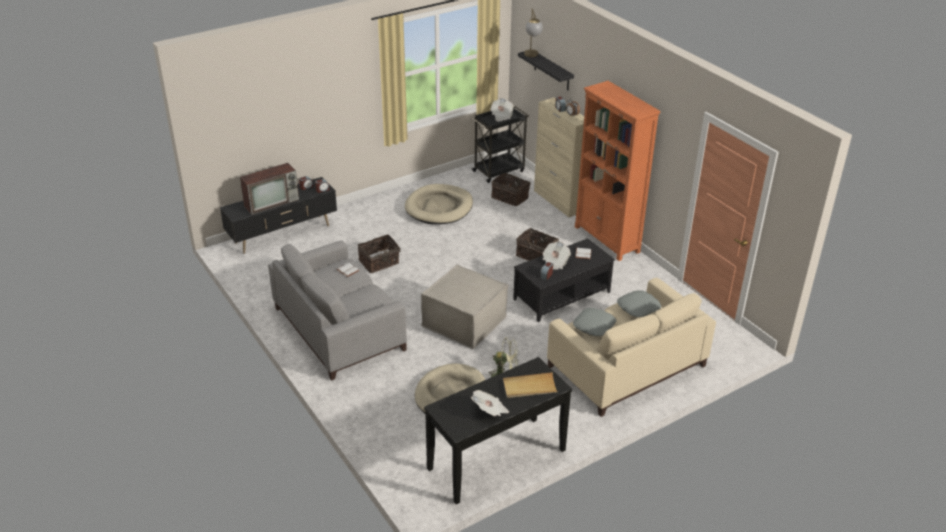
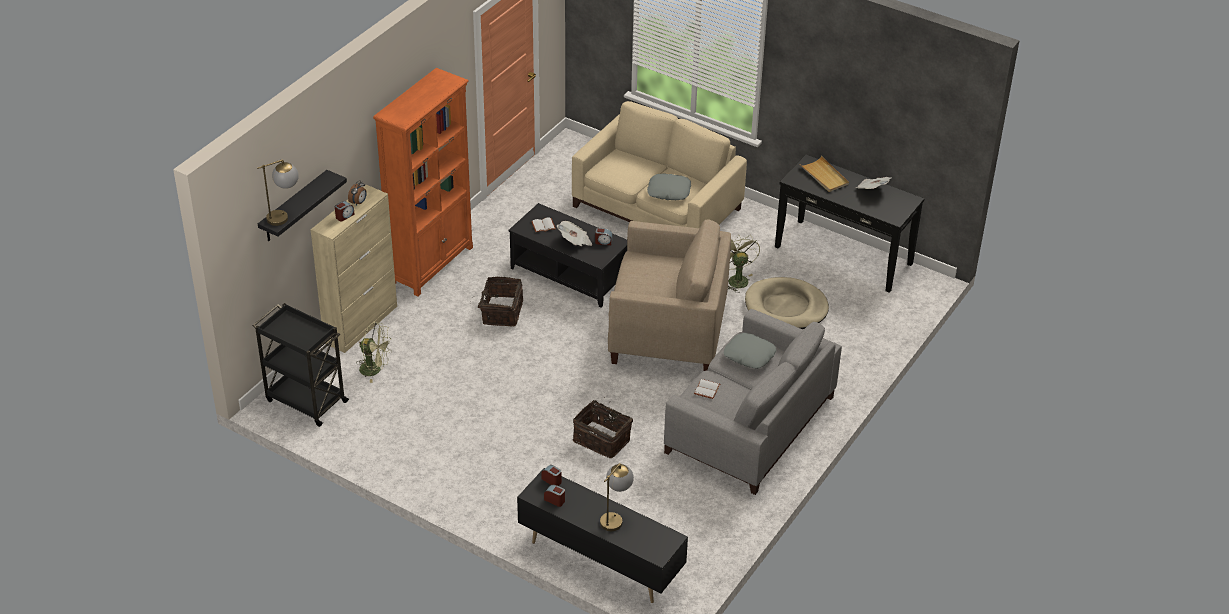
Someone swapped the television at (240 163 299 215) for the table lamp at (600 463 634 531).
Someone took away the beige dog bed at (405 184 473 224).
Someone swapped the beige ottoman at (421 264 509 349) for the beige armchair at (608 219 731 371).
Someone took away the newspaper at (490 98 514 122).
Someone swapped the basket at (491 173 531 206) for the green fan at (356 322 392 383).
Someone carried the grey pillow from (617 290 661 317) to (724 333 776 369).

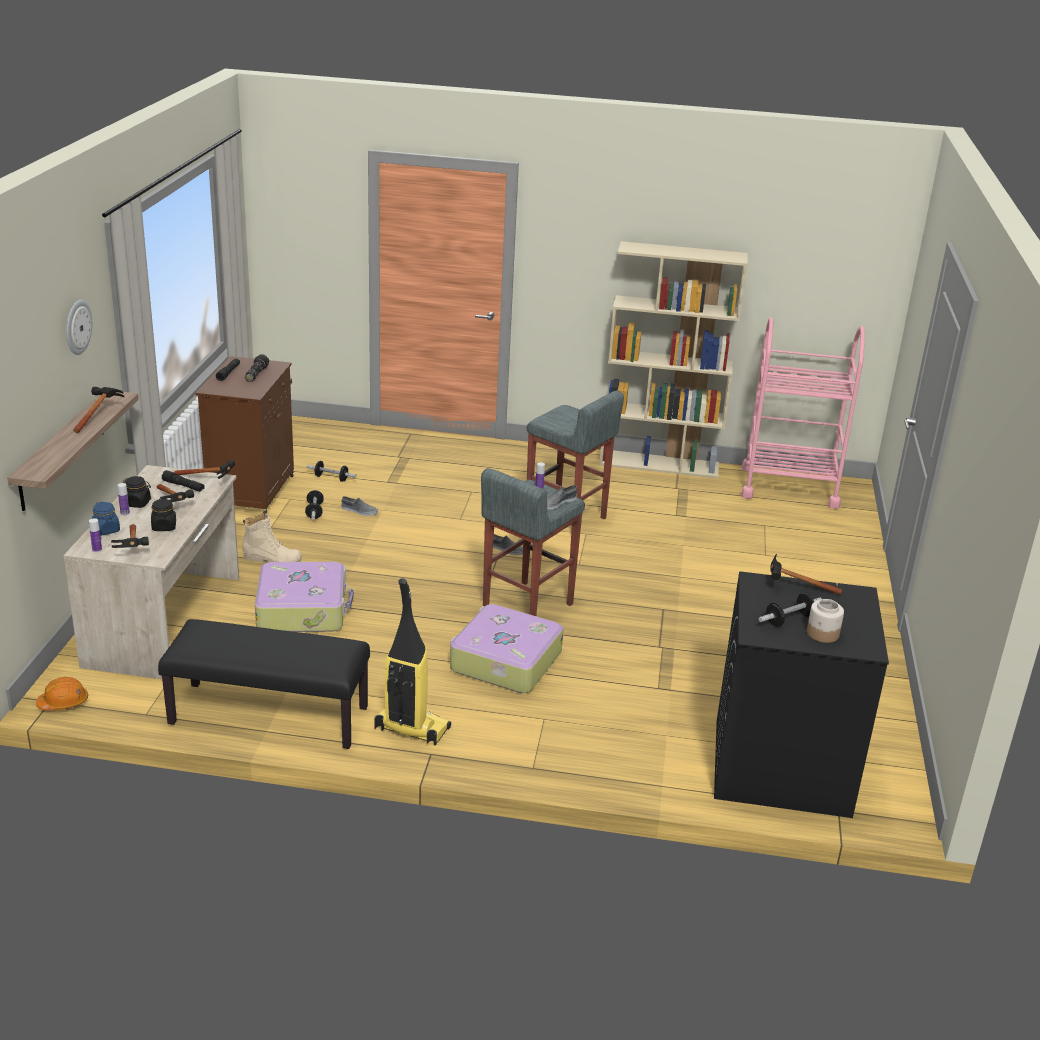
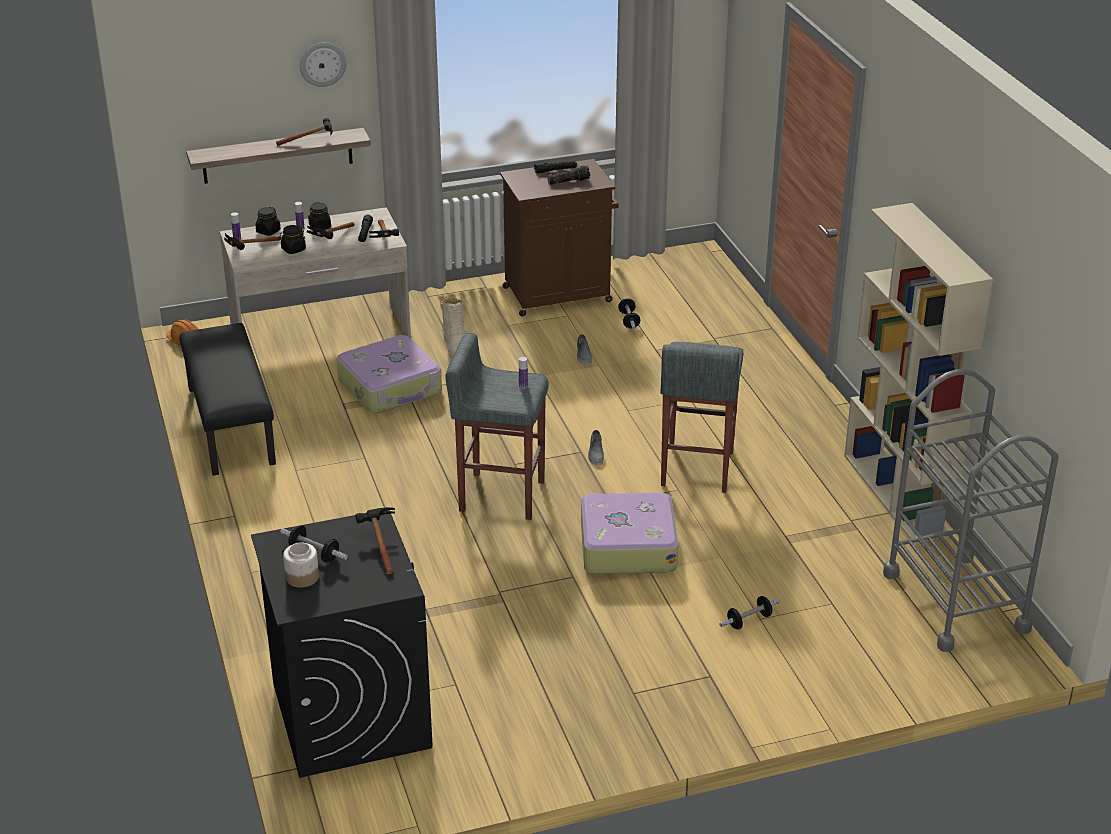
Someone repainted the blue jar at (91 502 120 536), which became the black jar at (255 207 281 236).
Someone carried the dumbbell from (305 490 324 520) to (719 596 780 630).
Someone took away the vacuum cleaner at (374 578 451 746).
Someone carried the suitcase from (450 604 563 693) to (581 492 678 574).
Someone took away the grey shoe at (547 485 577 510).
Someone repainted the pink cart at (741 317 865 509), which became the grey cart at (883 369 1059 652).

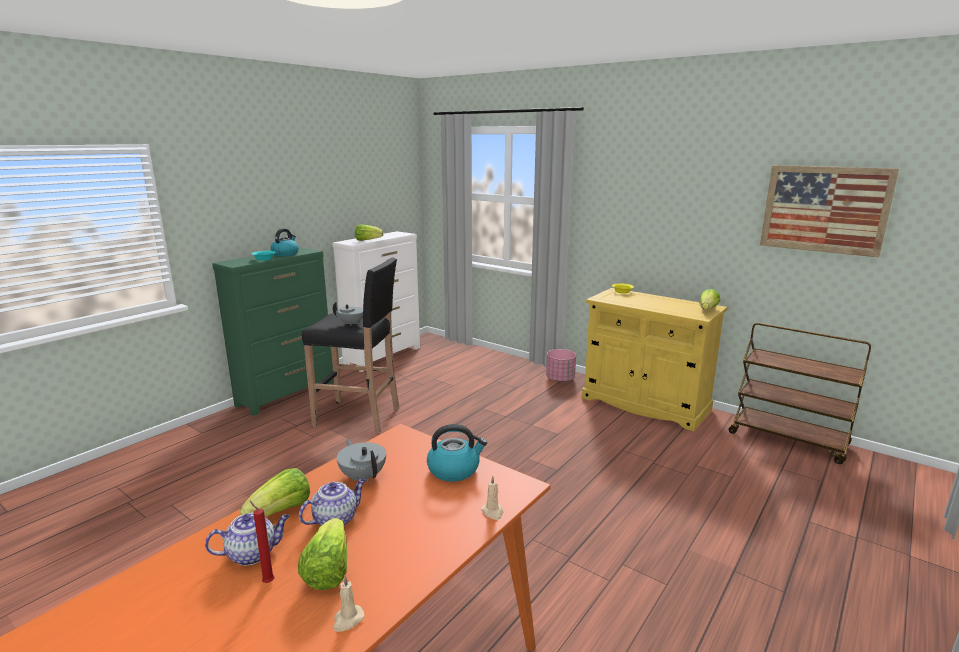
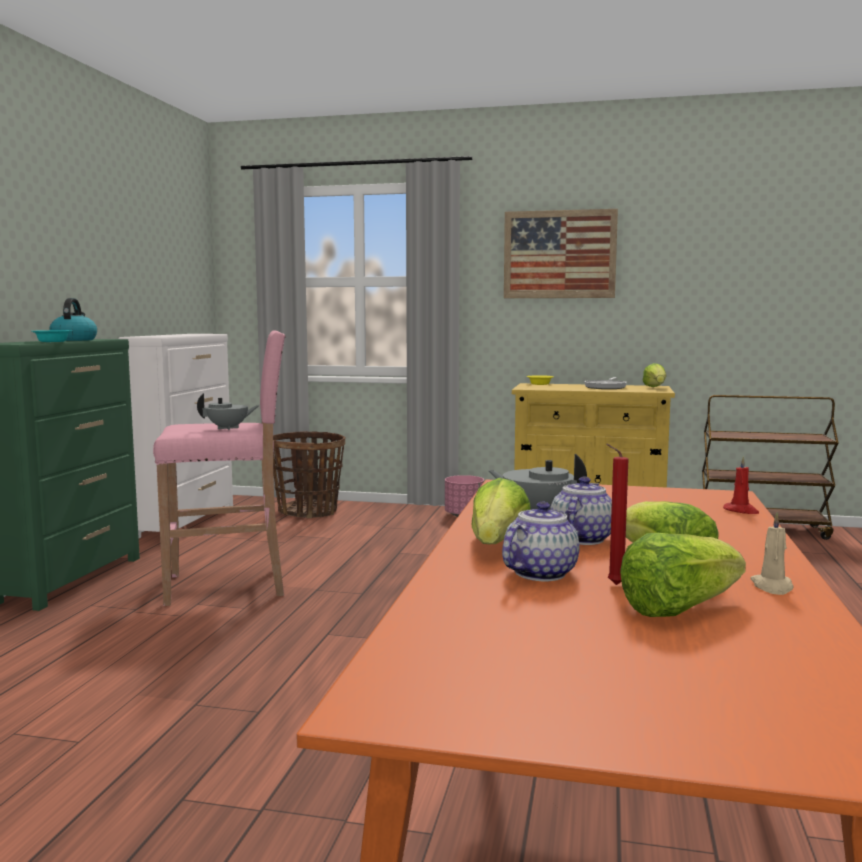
Someone repainted the black stool at (302 257 399 433), which became the pink stool at (153 331 286 606).
Someone carried the lettuce from (355 224 383 241) to (620 533 746 617).
Someone took away the kettle at (427 424 487 482).
Someone repainted the beige candle at (481 476 503 520), which became the red candle at (723 456 759 514).
Someone carried the picture from (760 165 899 258) to (504 209 618 298).
Someone put down the basket at (273 431 345 518).
Someone put down the frying pan at (584 377 627 389).

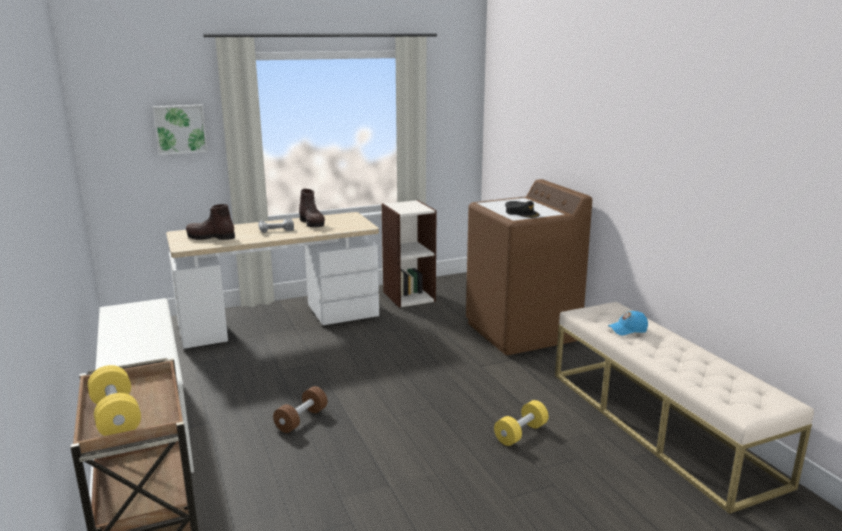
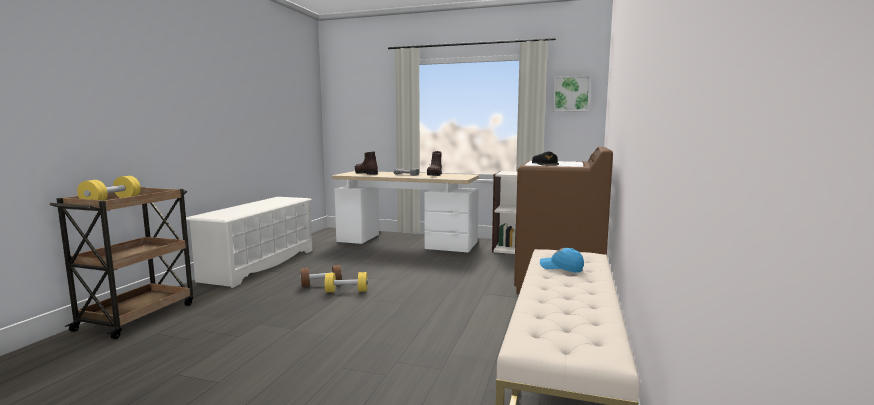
Someone carried the picture from (152 104 208 155) to (553 76 590 111).
Someone carried the yellow dumbbell from (494 400 549 446) to (325 272 368 293).

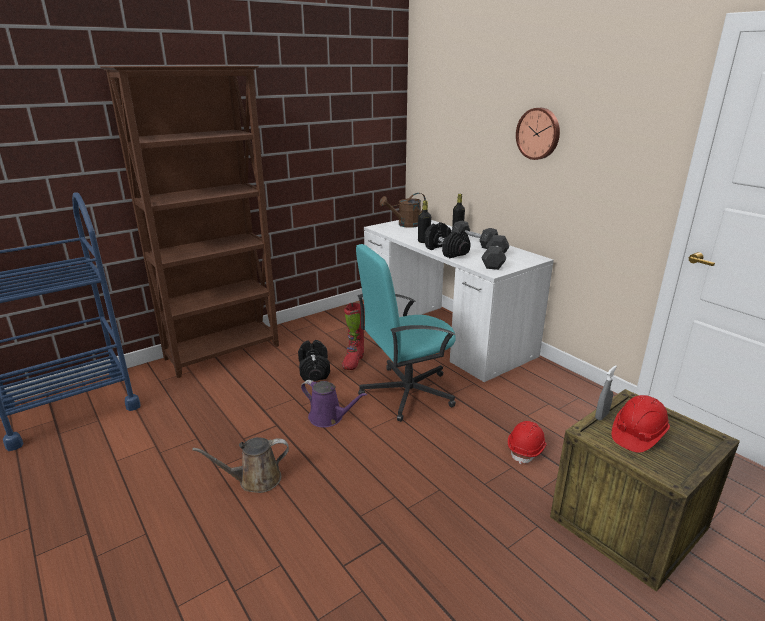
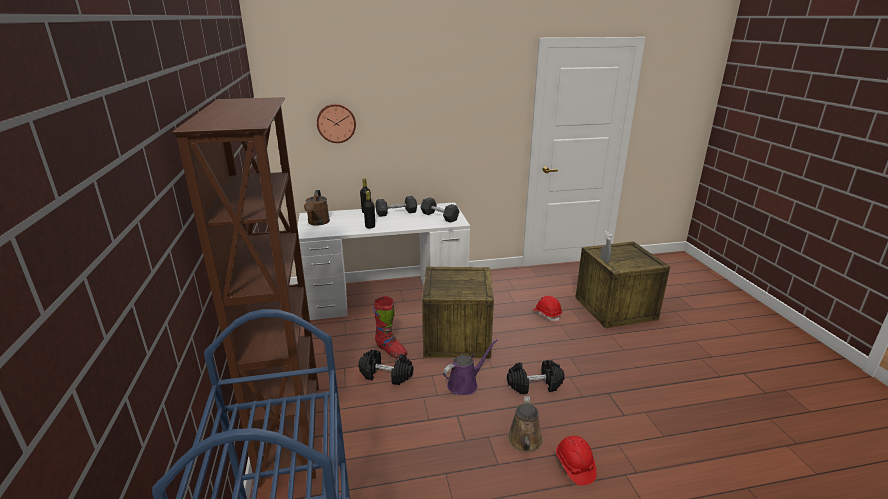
Someone swapped the turquoise office chair at (356 244 456 422) for the crate at (422 267 494 359).
Someone carried the black dumbbell from (425 222 471 258) to (507 360 565 394).
Someone carried the wall clock from (516 108 560 160) to (317 104 356 143).
Someone carried the red hard hat from (612 395 670 453) to (556 436 597 486).

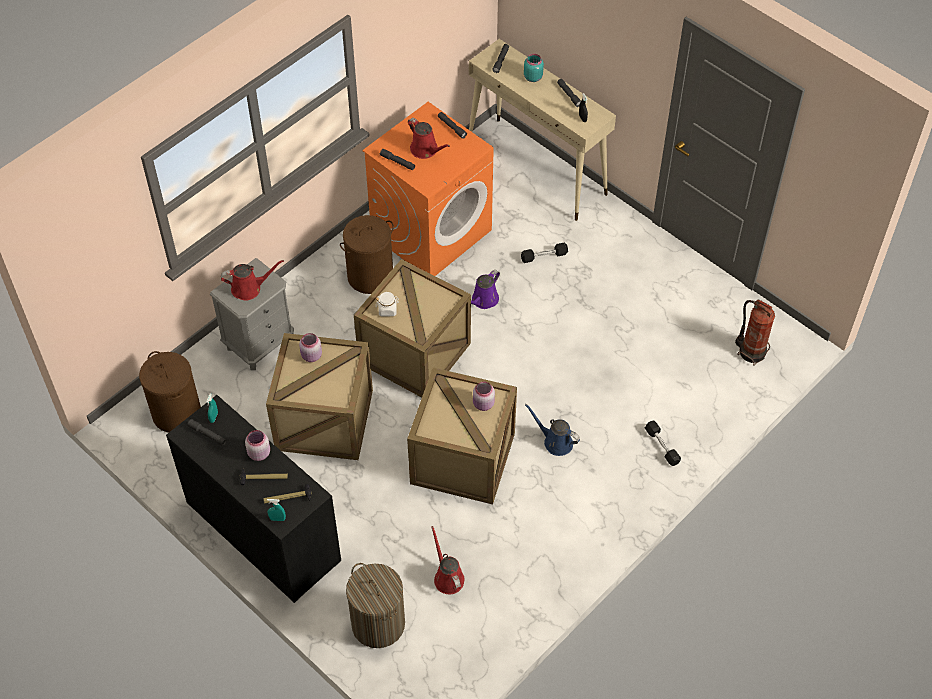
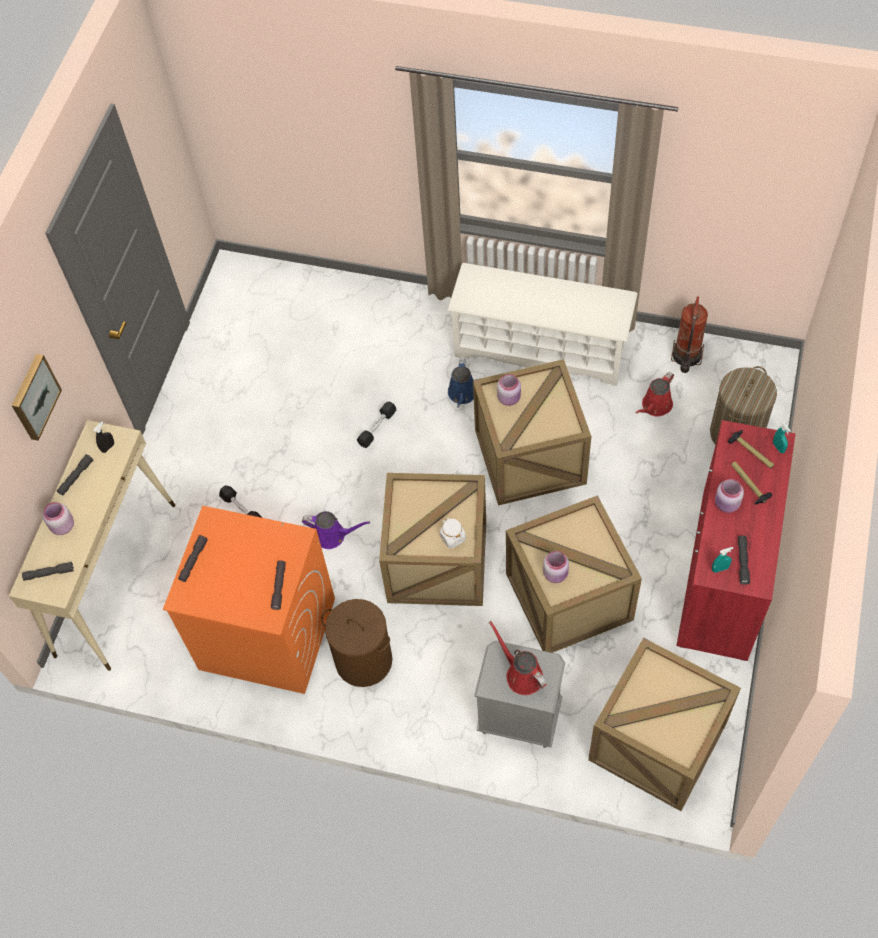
Someone swapped the brown laundry basket at (139 351 201 433) for the crate at (588 638 741 811).
Someone repainted the black cabinet at (166 395 341 603), which became the red cabinet at (676 420 796 661).
Someone took away the red watering can at (408 118 450 159).
Someone repainted the turquoise jar at (524 54 544 82), which became the pink jar at (43 502 74 535).
Someone carried the black dumbbell from (645 420 681 466) to (357 402 396 448).
Someone carried the fire extinguisher from (735 300 775 366) to (671 296 708 373).
Someone put up the picture at (12 354 62 441).
Someone put down the white shoe rack at (448 263 638 386).

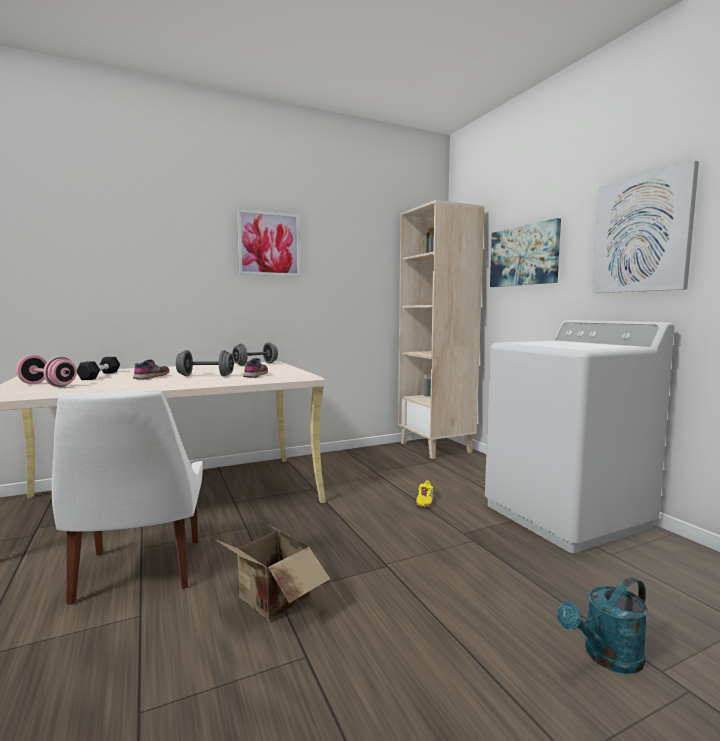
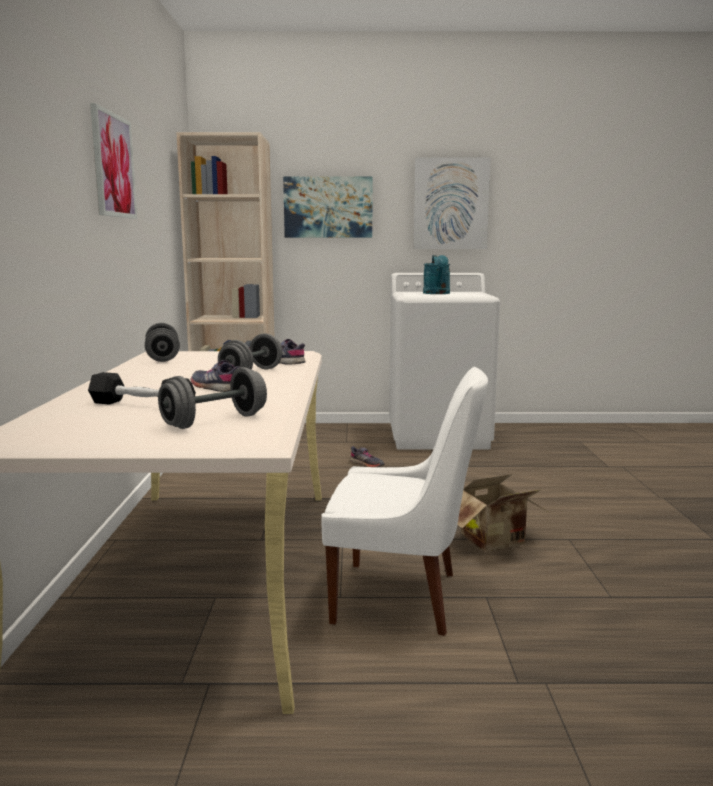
Someone repainted the pink dumbbell at (16 355 77 387), which became the grey dumbbell at (158 367 267 429).
Someone repainted the yellow shoe at (415 480 434 507), which became the grey shoe at (350 446 384 467).
Someone carried the turquoise watering can from (557 577 648 674) to (423 255 450 294).

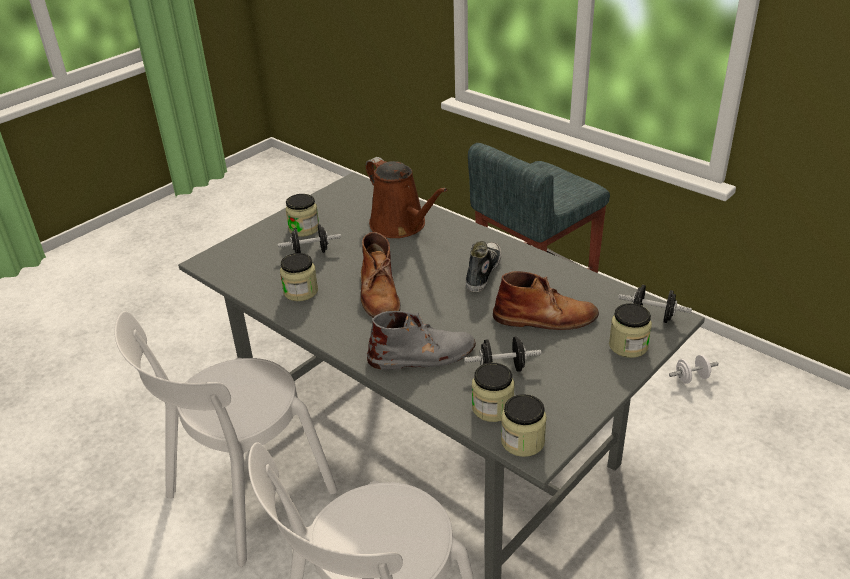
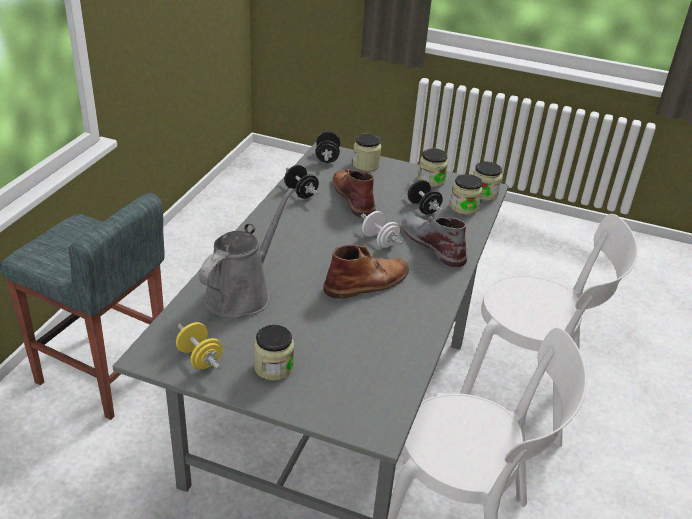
Someone carried the black dumbbell from (278 224 341 253) to (284 165 319 199).
Someone carried the jar from (280 253 318 301) to (418 148 448 187).
Someone repainted the brown watering can at (366 157 447 238), which became the grey watering can at (199 188 294 318).
Someone took away the shoe at (466 241 501 292).
Someone carried the white dumbbell from (669 355 719 383) to (361 211 403 248).
Someone put down the yellow dumbbell at (176 322 223 370).

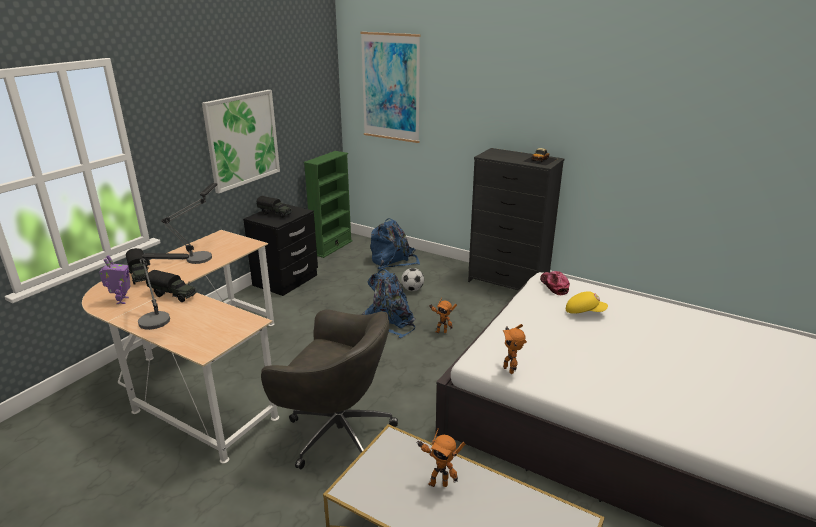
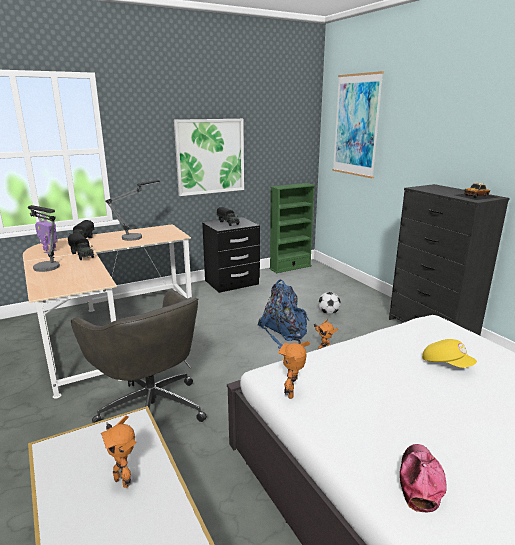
Someone took away the blue backpack at (370 218 420 269).
Someone carried the cap from (540 271 570 295) to (400 444 446 512).

